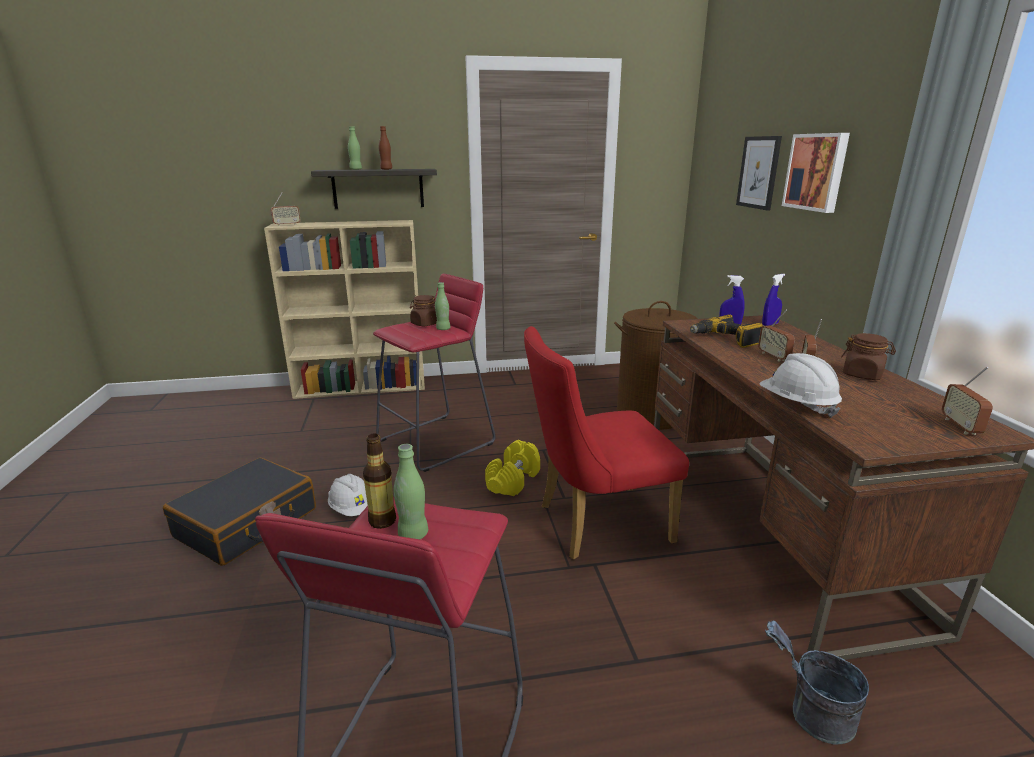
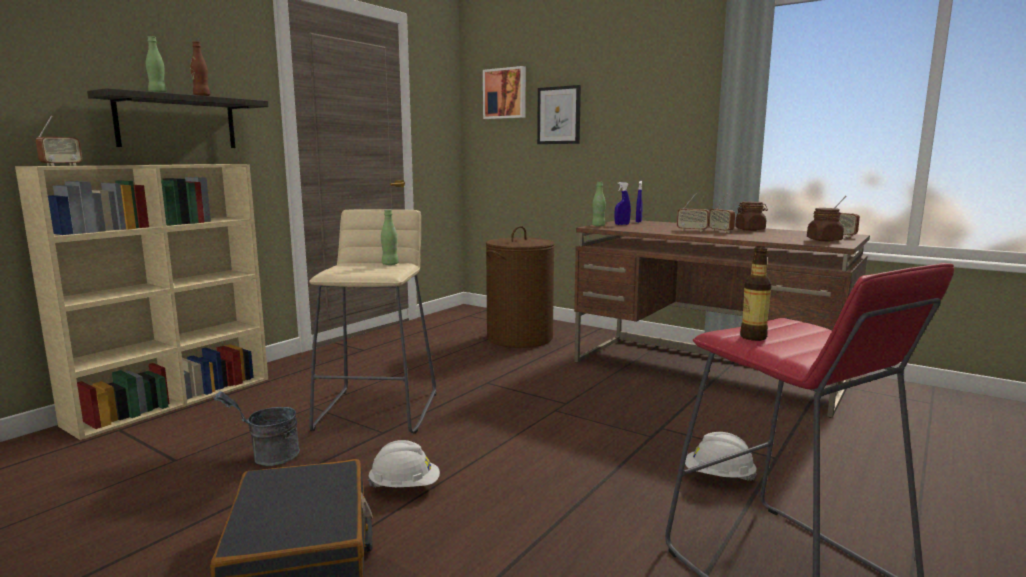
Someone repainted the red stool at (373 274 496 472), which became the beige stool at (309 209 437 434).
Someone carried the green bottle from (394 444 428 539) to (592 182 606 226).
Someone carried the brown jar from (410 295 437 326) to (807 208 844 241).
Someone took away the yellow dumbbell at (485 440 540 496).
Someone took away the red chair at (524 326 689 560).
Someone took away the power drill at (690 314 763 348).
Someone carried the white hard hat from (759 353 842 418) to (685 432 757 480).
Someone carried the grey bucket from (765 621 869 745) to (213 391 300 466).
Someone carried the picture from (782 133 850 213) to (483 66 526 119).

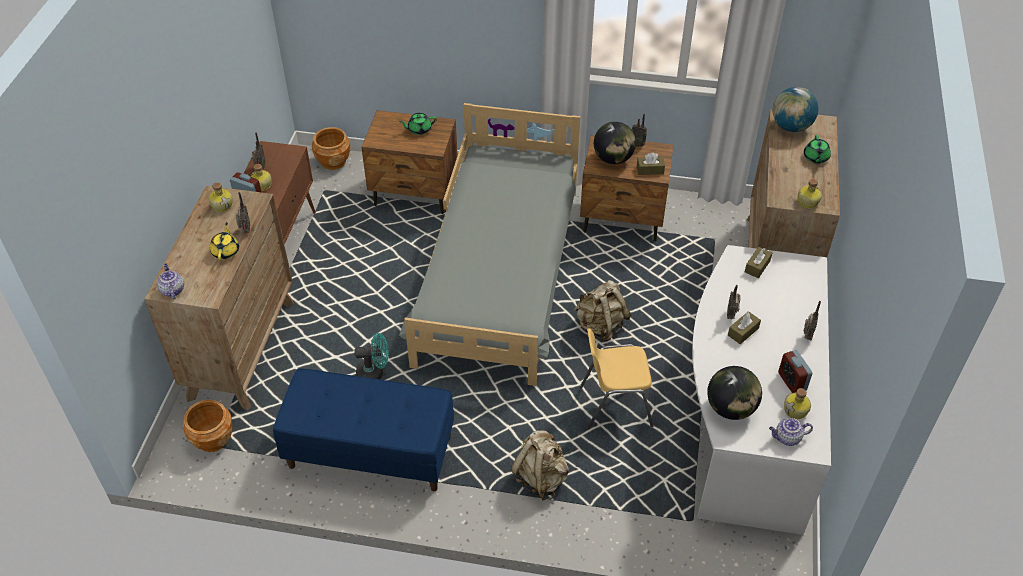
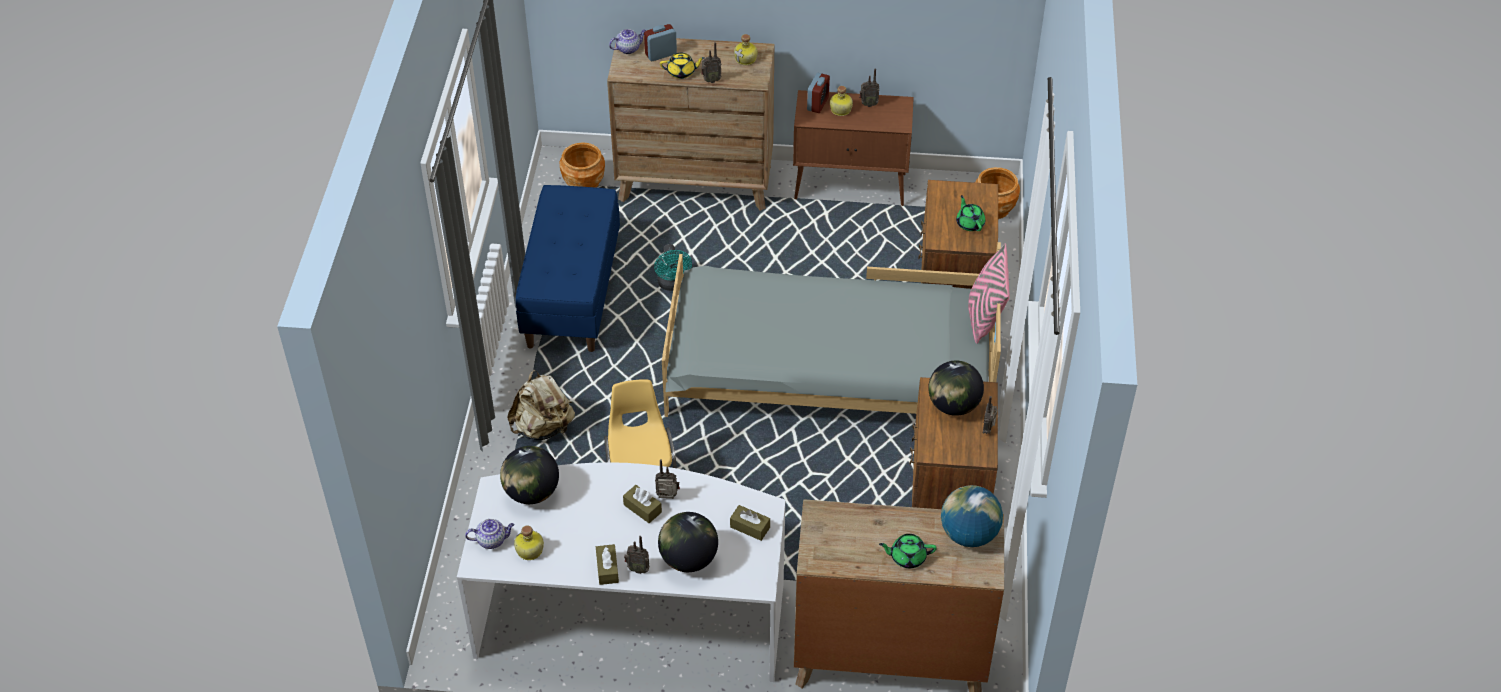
Someone took away the beige backpack at (574 280 631 342).
Someone carried the brown tissue box from (637 153 665 175) to (596 544 619 585).
Someone rotated the teapot at (769 418 813 446) by 90 degrees clockwise.
Someone carried the alarm clock from (778 350 812 393) to (644 24 677 61).
Someone took away the bottle at (798 179 822 209).
Someone put down the globe at (658 512 718 572).
Someone put down the pink pillow at (968 244 1010 344).

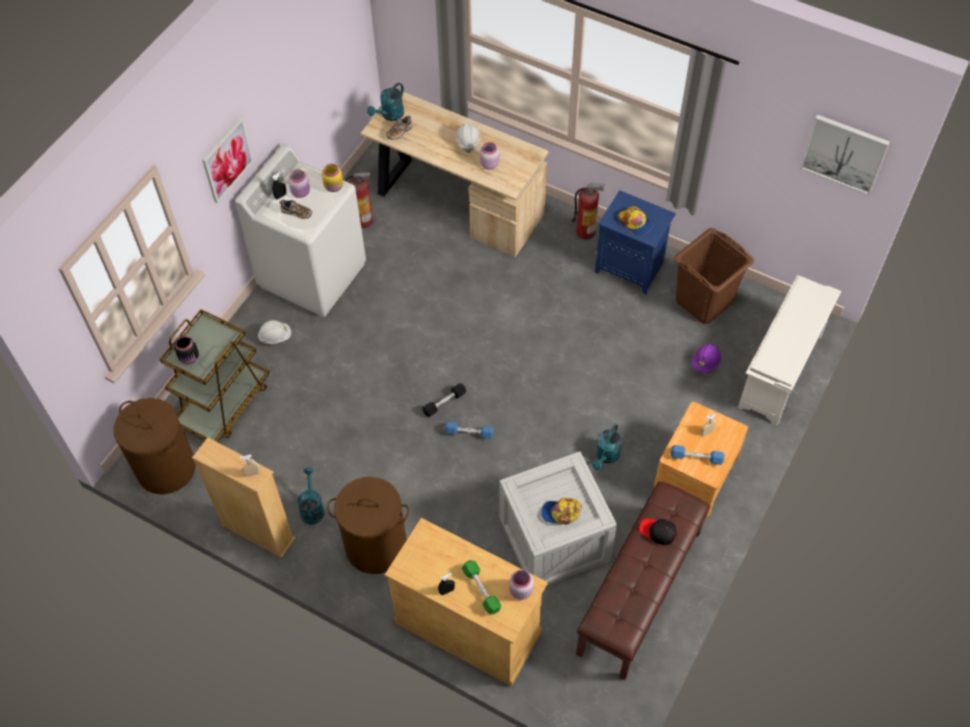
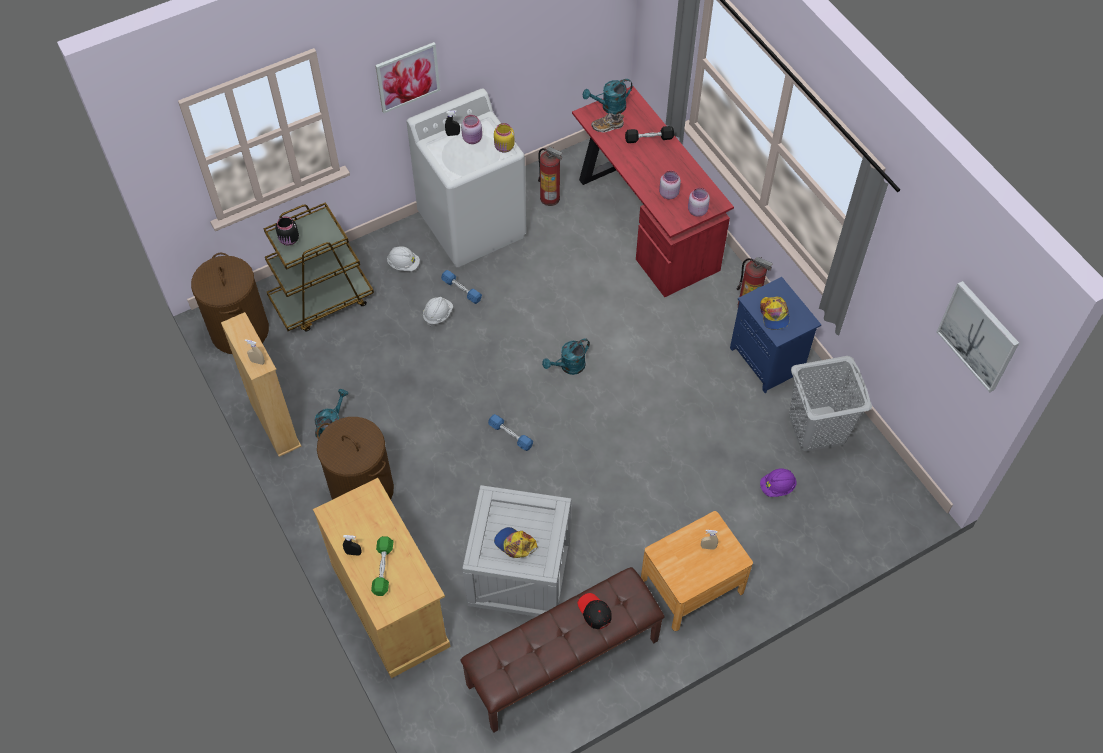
Someone took away the shoe at (279 199 312 219).
Someone repainted the beige desk at (361 92 549 257), which became the red desk at (572 86 734 297).
Someone carried the black dumbbell from (423 383 466 417) to (625 126 674 143).
Someone carried the white hard hat from (456 121 481 153) to (423 297 453 326).
Someone carried the pink jar from (509 570 534 600) to (688 188 710 217).
Someone carried the turquoise watering can from (592 424 621 470) to (542 338 590 375).
Someone carried the blue dumbbell from (670 445 725 465) to (441 270 482 304).
Someone repainted the brown laundry basket at (674 228 754 324), which became the grey laundry basket at (789 356 872 452).
Someone took away the white shoe rack at (738 275 841 425).

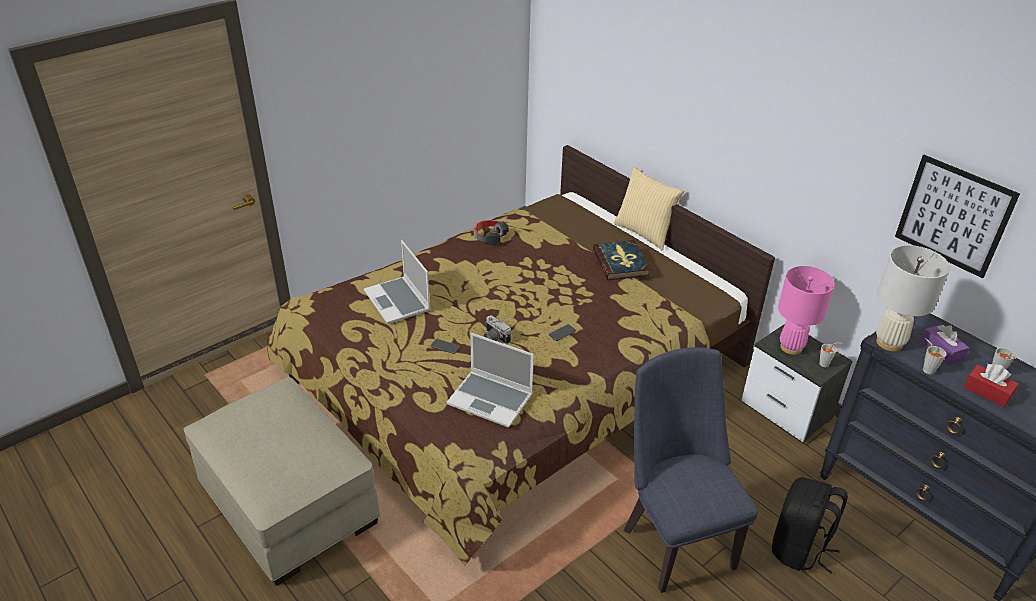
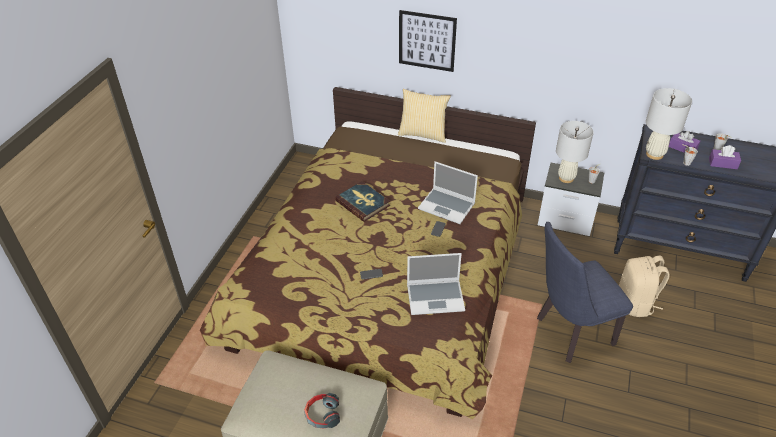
Someone carried the laptop from (364 240 430 324) to (418 161 478 224).
Someone carried the headphones from (474 220 509 246) to (304 393 340 428).
Someone took away the photo camera at (484 315 511 344).
Someone carried the book from (593 240 651 280) to (335 181 390 222).
Someone rotated the blue chair at (623 347 758 593) by 60 degrees counterclockwise.
Someone repainted the black backpack at (772 477 848 574), which became the beige backpack at (619 255 670 317).
Someone repainted the pink table lamp at (778 266 835 355), which became the white table lamp at (556 121 594 183).
Someone carried the picture from (895 155 1020 278) to (399 10 457 72).
Someone repainted the red tissue box at (964 364 1019 407), which became the purple tissue box at (709 145 741 169).

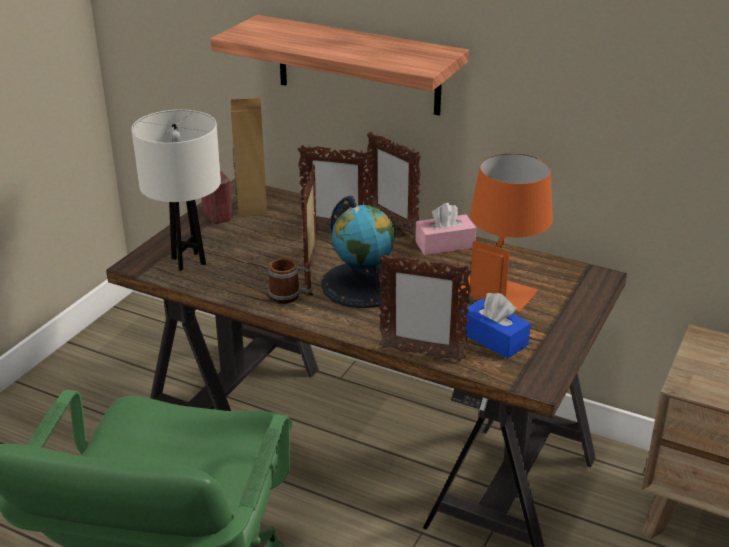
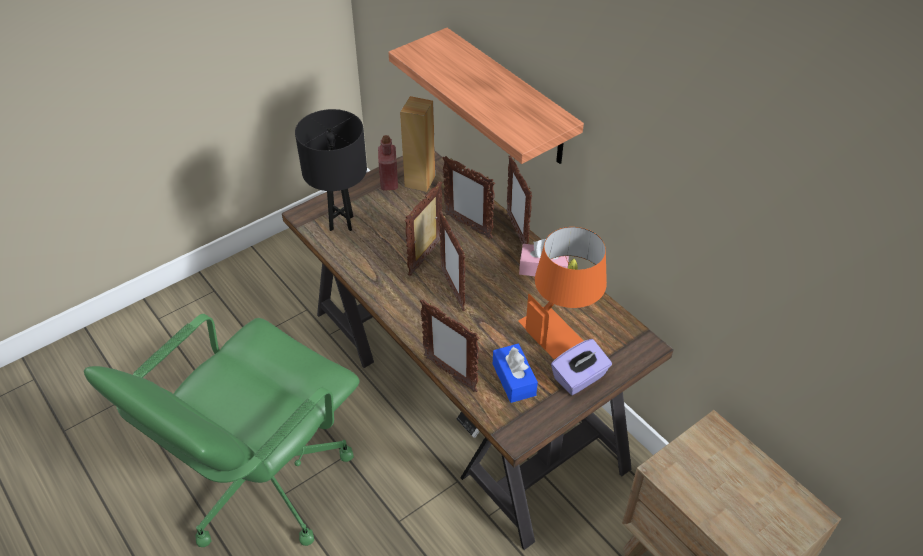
Someone repainted the white table lamp at (131 110 221 271), which became the black table lamp at (295 109 367 231).
Someone took away the mug at (268 258 313 304).
Someone swapped the globe at (321 196 395 308) for the picture frame at (439 211 465 311).
Someone put down the purple tissue box at (551 339 612 395).

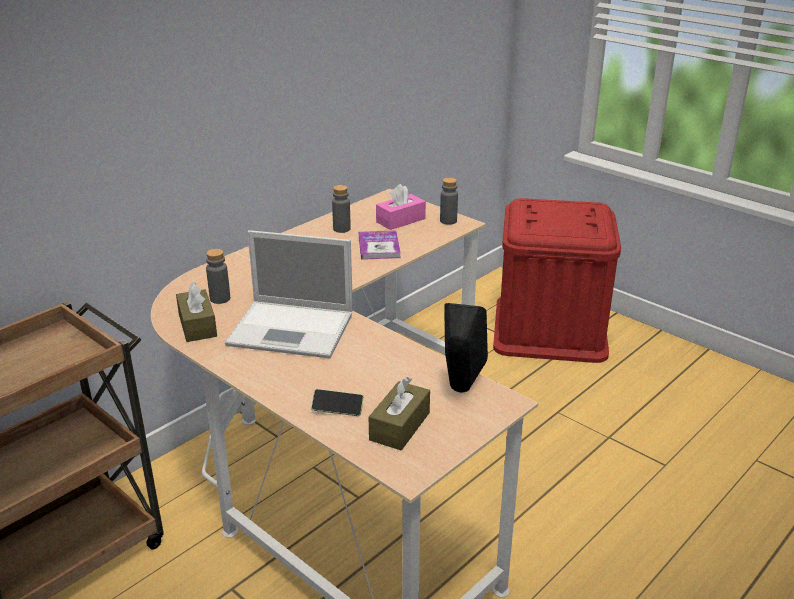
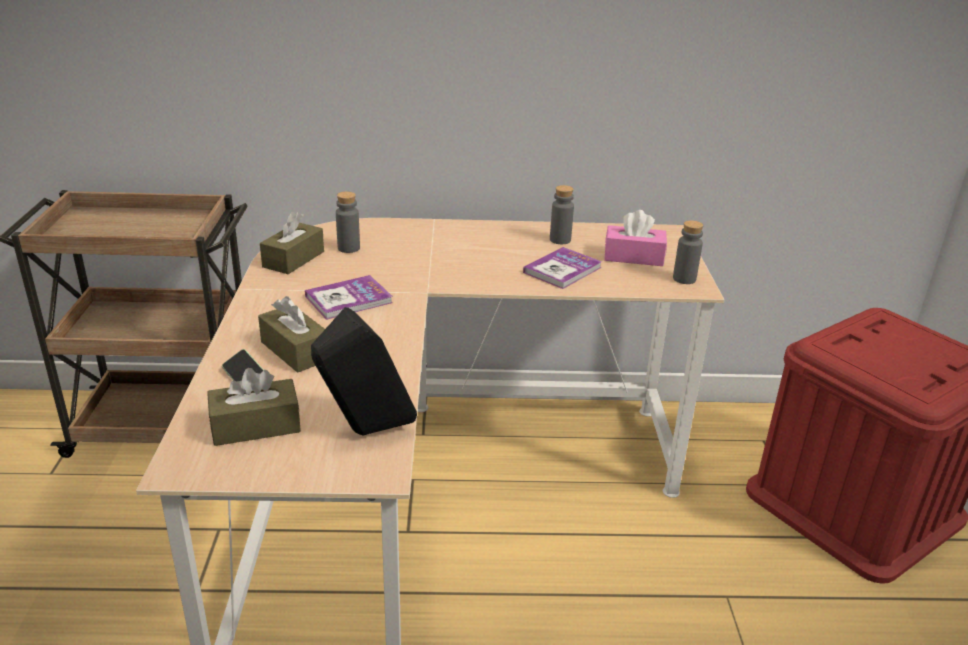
Someone swapped the laptop at (225 230 353 358) for the book at (305 275 393 320).
Someone put down the brown tissue box at (258 296 325 373).

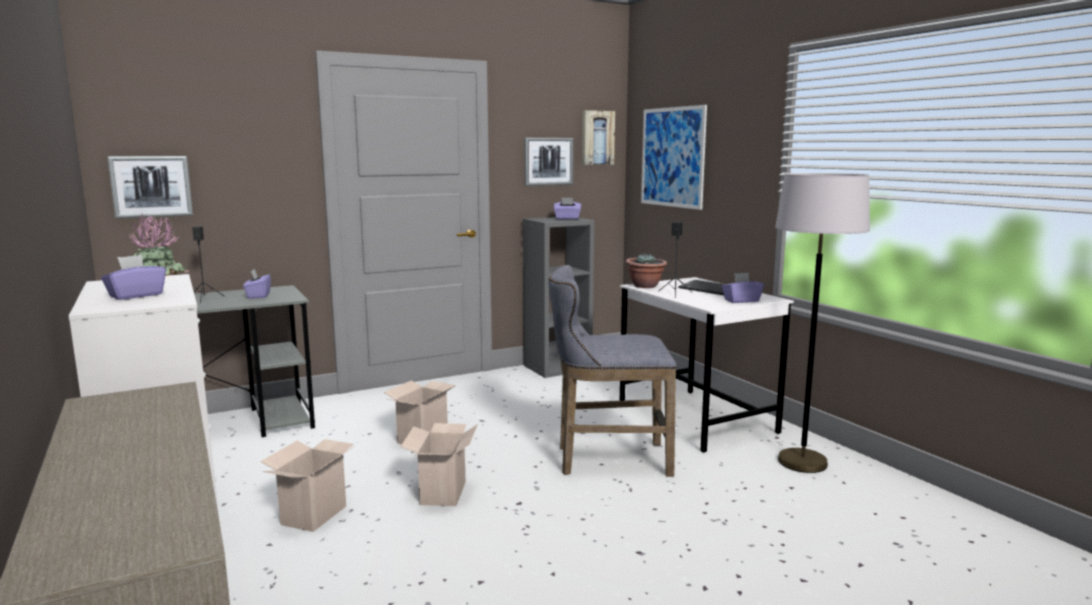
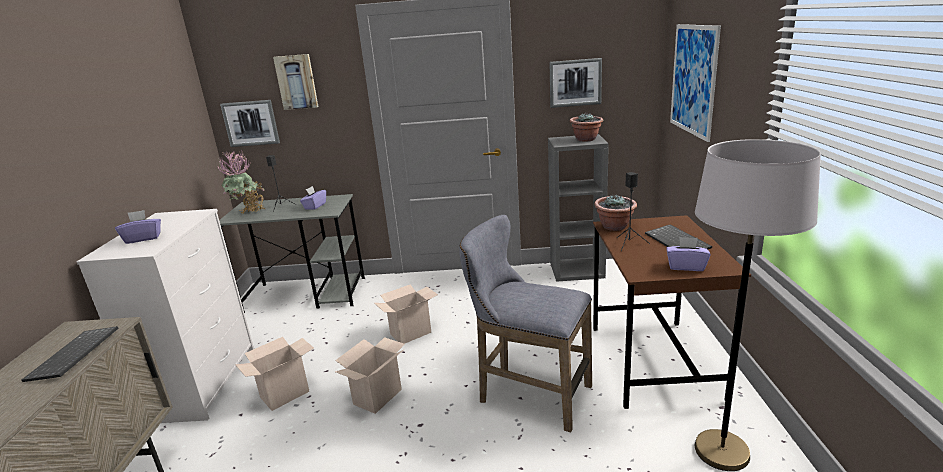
Someone swapped the purple tissue box at (554 197 581 219) for the potted plant at (570 113 603 142).
Someone carried the picture from (582 110 615 165) to (273 54 318 110).
Someone repainted the white desk at (620 277 794 453), which became the brown desk at (593 215 751 409).
Someone put down the keyboard at (22 326 119 382).

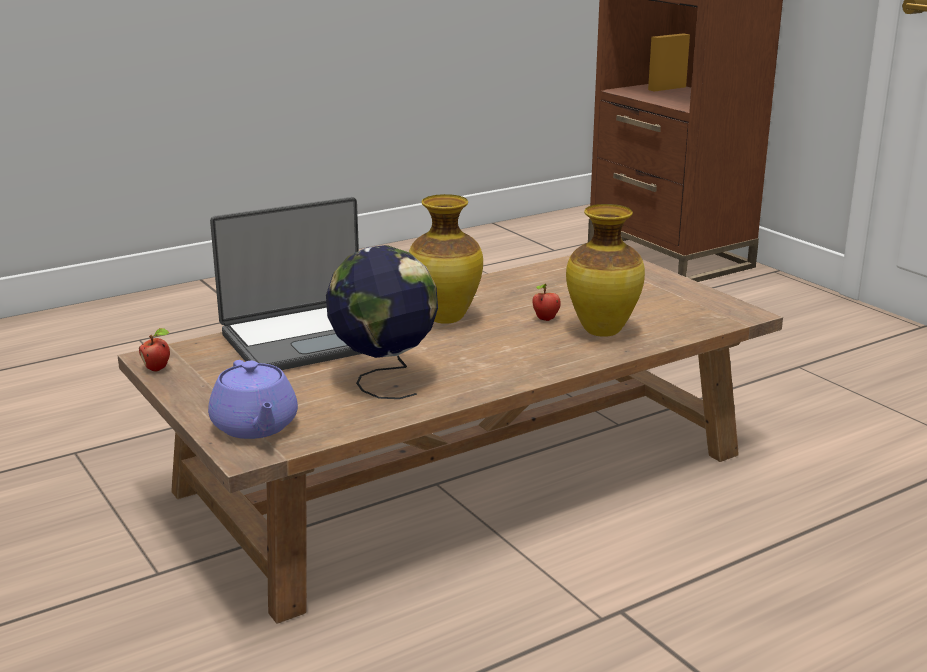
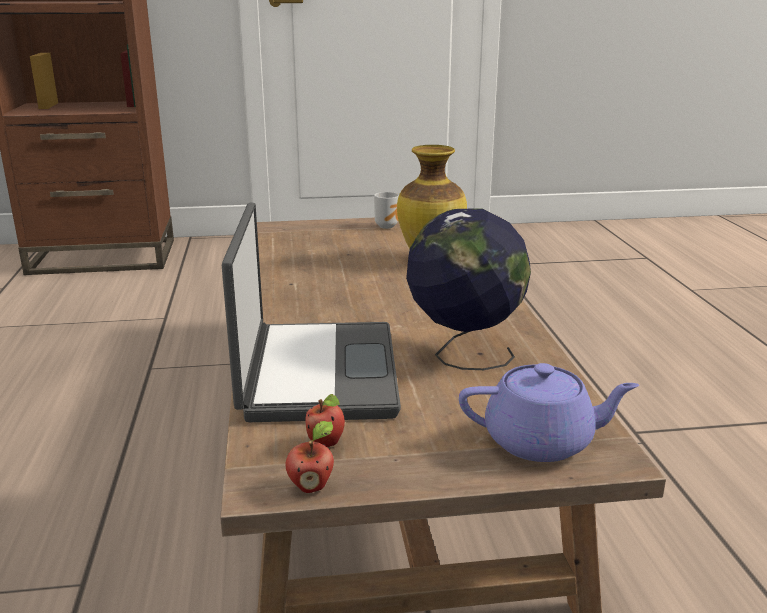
Someone took away the vase at (409 194 483 324).
Someone carried the apple from (532 284 561 321) to (305 394 345 447).
Someone put down the mug at (374 192 399 229).

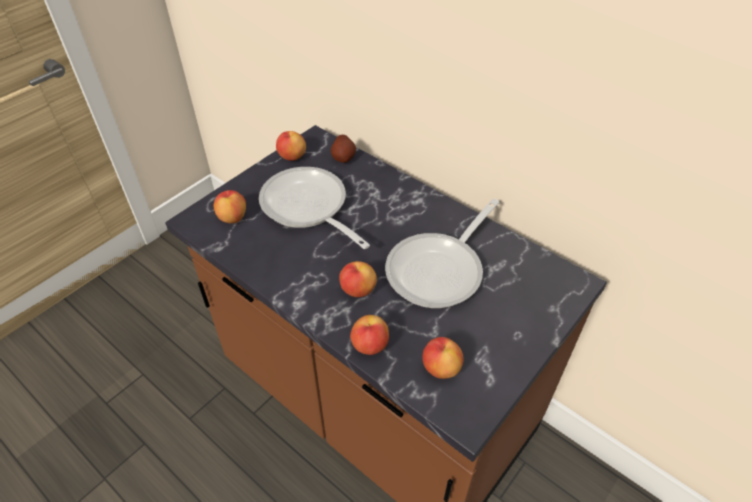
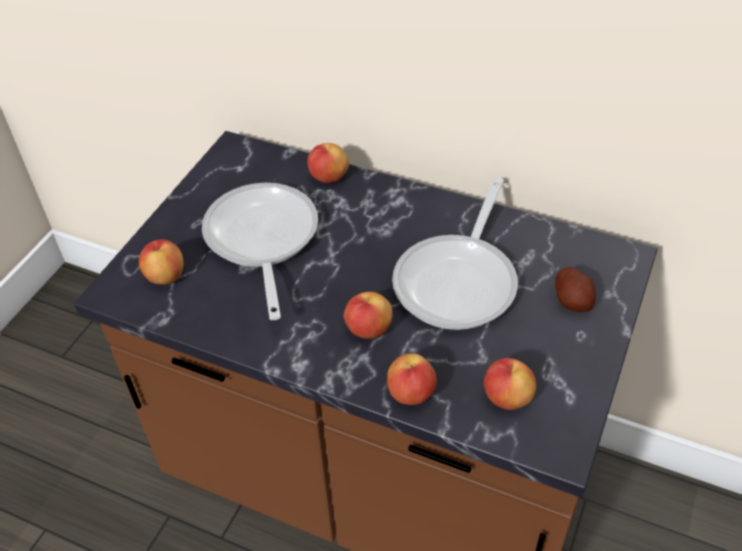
Someone rotated the frying pan at (259 167 370 249) by 45 degrees clockwise.
Someone carried the apple from (276 131 306 161) to (307 143 349 183).
Someone carried the potato from (331 135 356 163) to (555 267 596 312).

